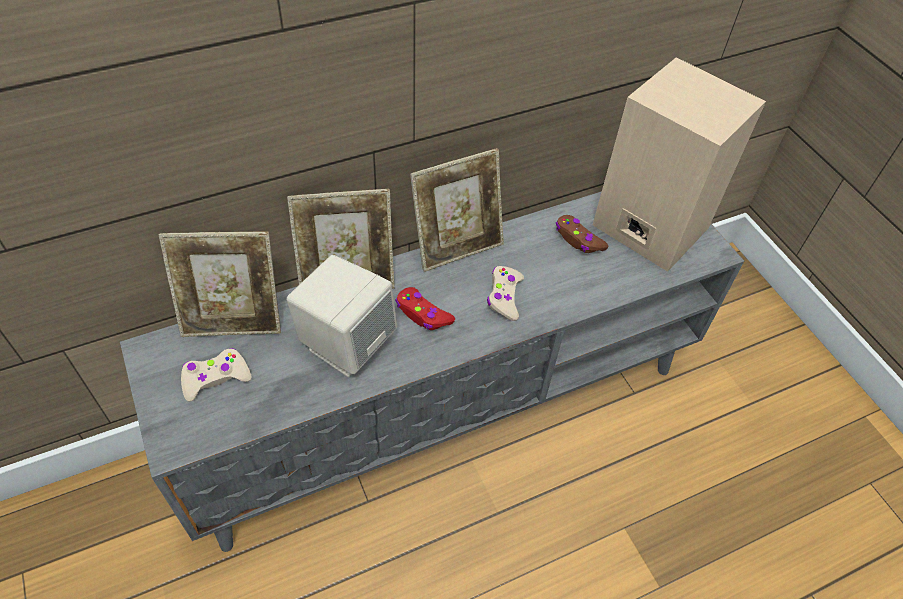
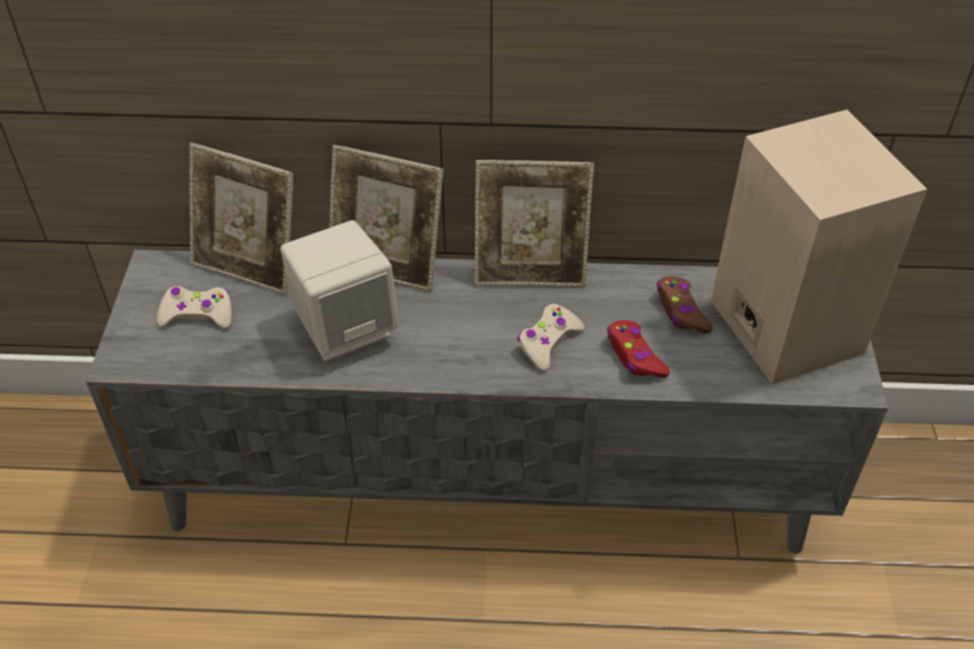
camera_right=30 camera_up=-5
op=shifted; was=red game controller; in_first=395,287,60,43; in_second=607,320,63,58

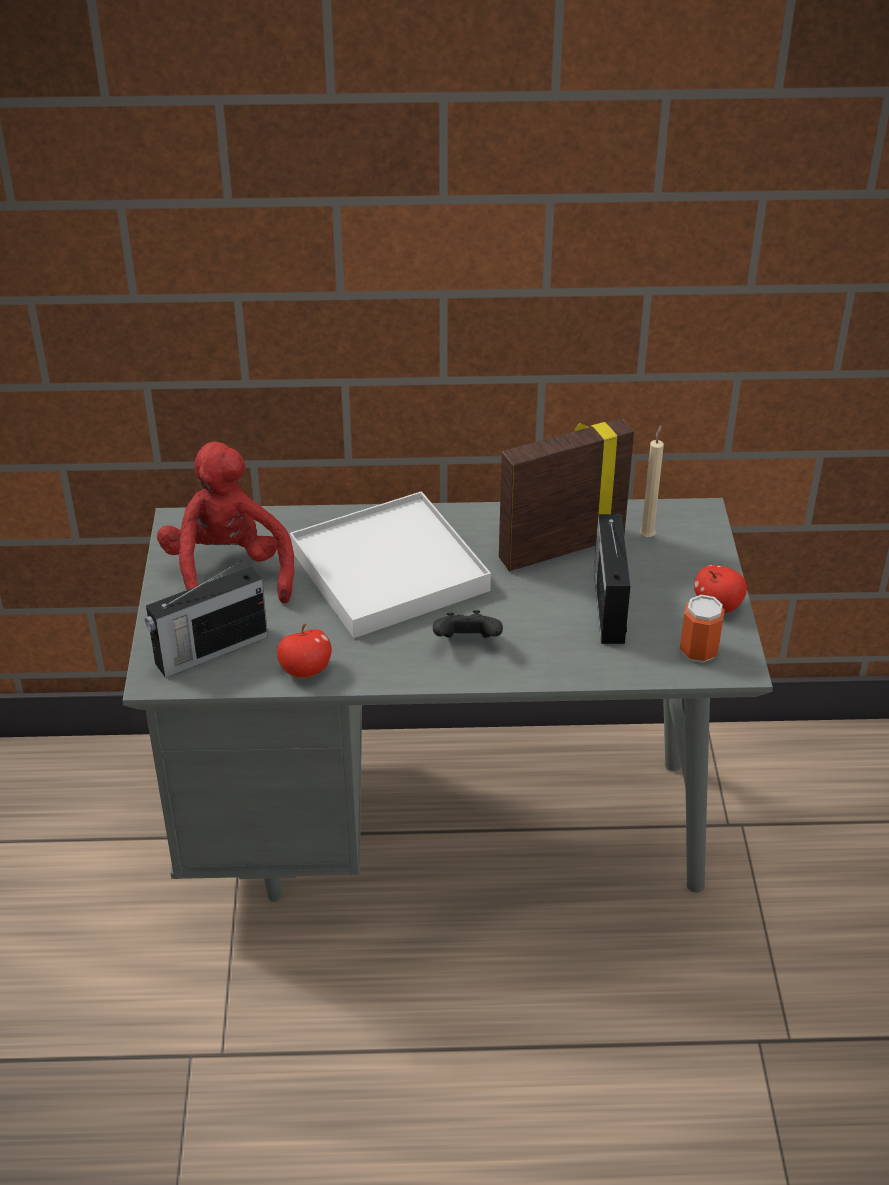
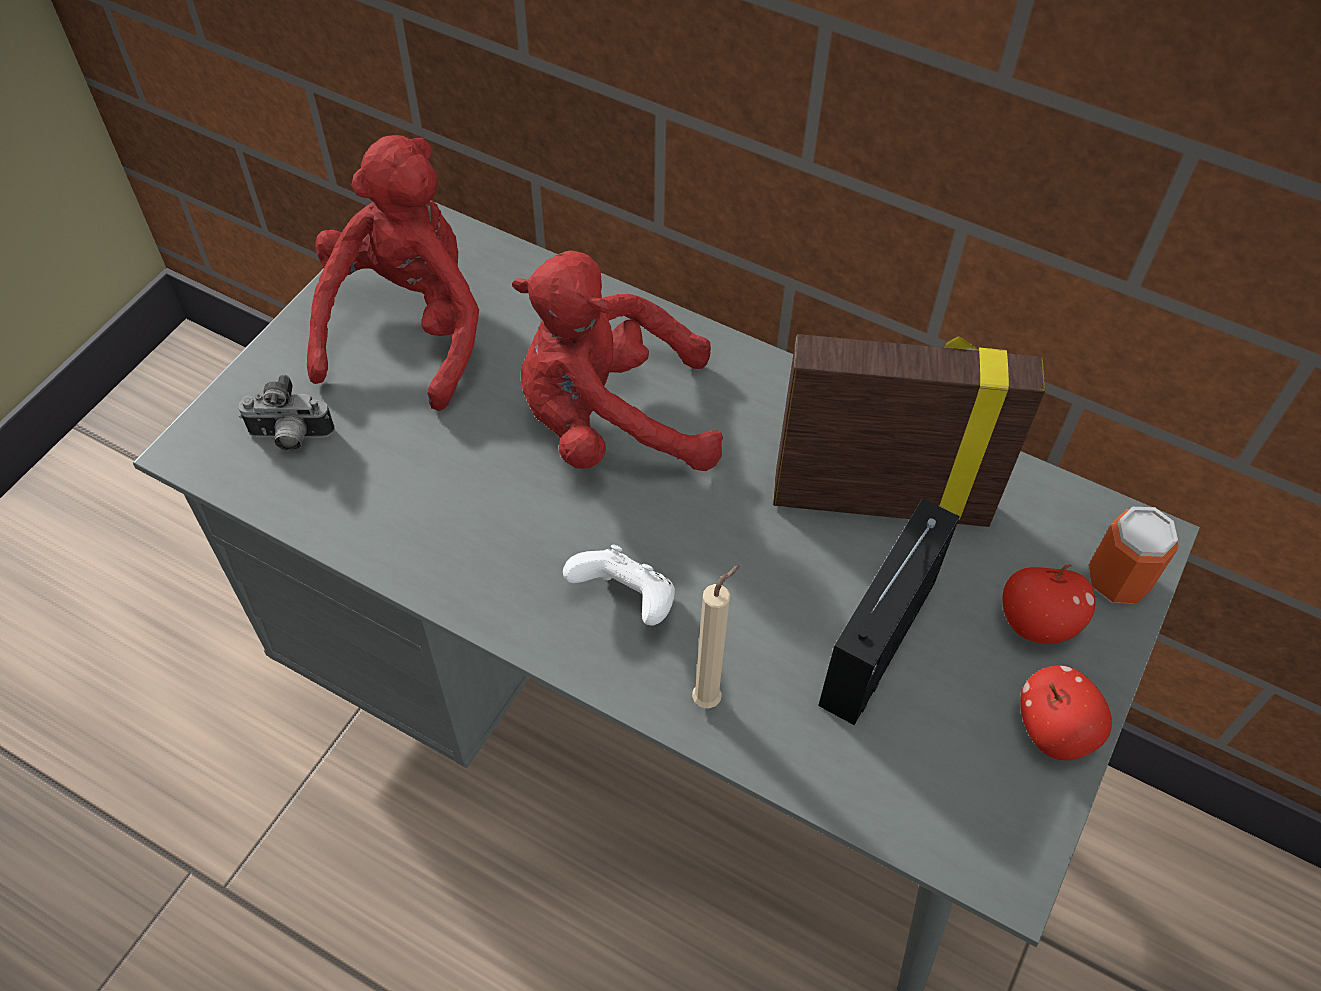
camera_right=30 camera_up=15
op=swapped; was=radio; now=photo camera; in_first=145,561,123,117; in_second=238,374,97,77
op=swapped; was=white tray; now=red plush toy; in_first=290,491,201,147; in_second=512,250,211,221
op=repainted; was=black game controller; now=white game controller; in_first=433,610,70,28; in_second=563,545,112,81
op=shifted; was=beige candle; in_first=640,425,24,113; in_second=692,565,48,144
op=shifted; was=apple; in_first=277,623,55,55; in_second=1002,564,93,80
op=shifted; was=can; in_first=680,595,45,68; in_second=1088,507,91,96

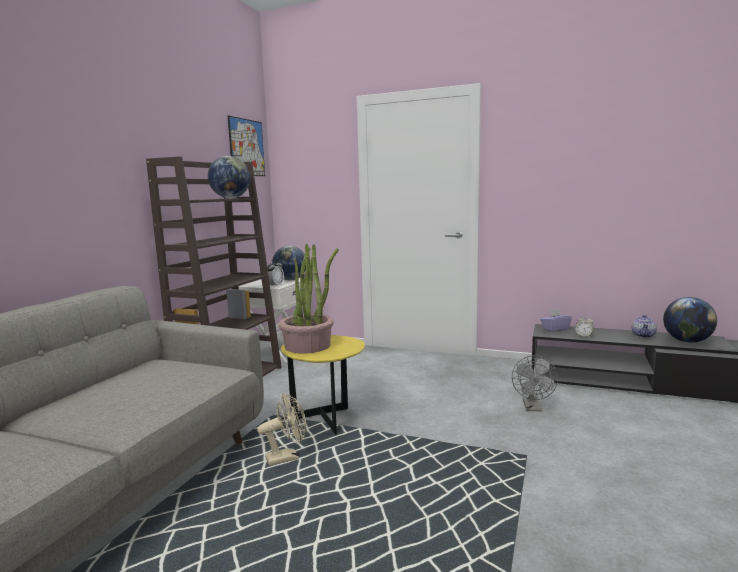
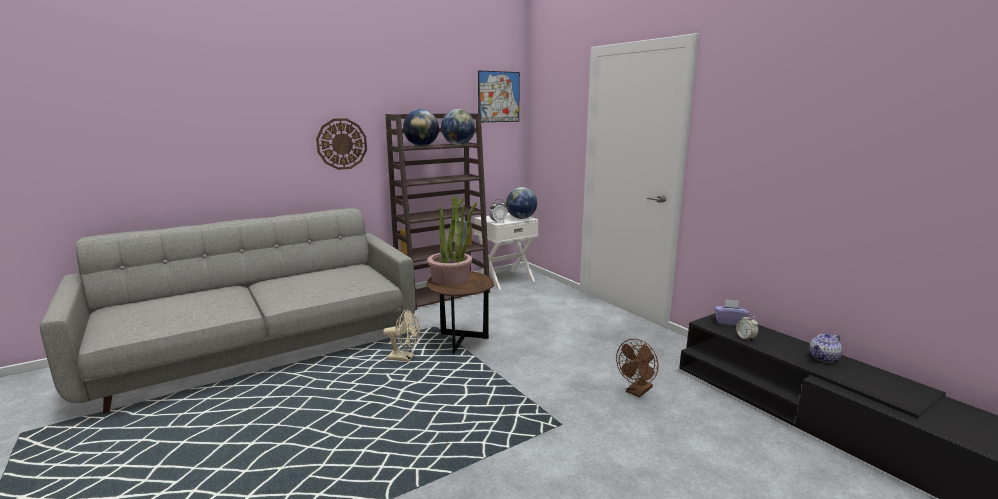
camera_right=35 camera_up=5
op=new; now=wall clock; in_second=316,118,51,52
op=shifted; was=globe; in_first=663,297,54,46; in_second=403,109,36,37
op=repainted; was=yellow side table; now=brown side table; in_first=281,335,84,100; in_second=426,271,68,83
op=repainted; was=grey fan; now=brown fan; in_first=512,355,46,57; in_second=616,339,43,58

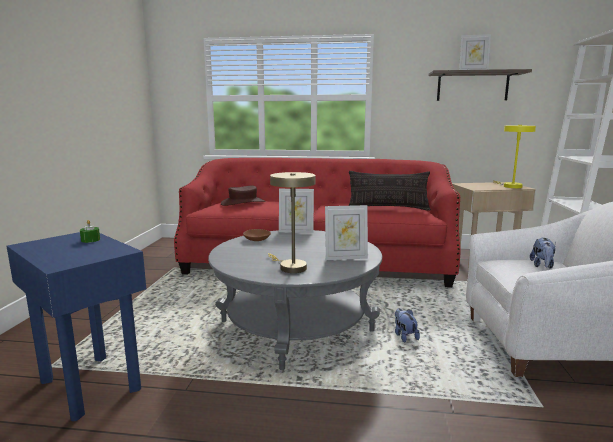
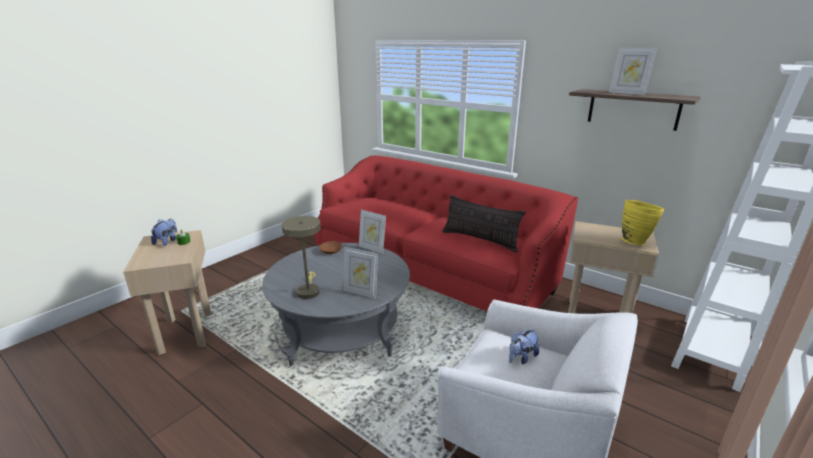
camera_right=30 camera_up=10
op=repainted; was=blue side table; now=beige side table; in_first=7,232,139,189; in_second=123,230,88,125
op=shifted; was=plush toy; in_first=395,308,25,34; in_second=151,219,26,27
op=swapped; was=yellow table lamp; now=yellow vase; in_first=493,125,43,63; in_second=622,200,42,45
op=gone; was=brown hat; in_first=221,186,44,20

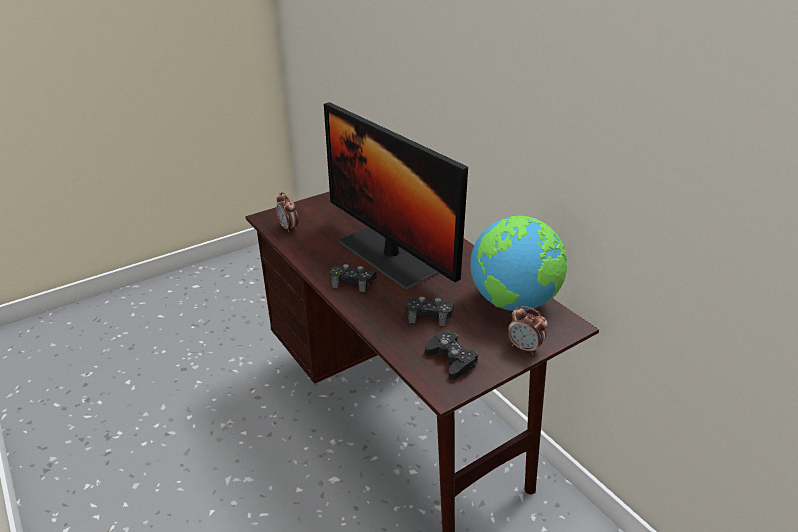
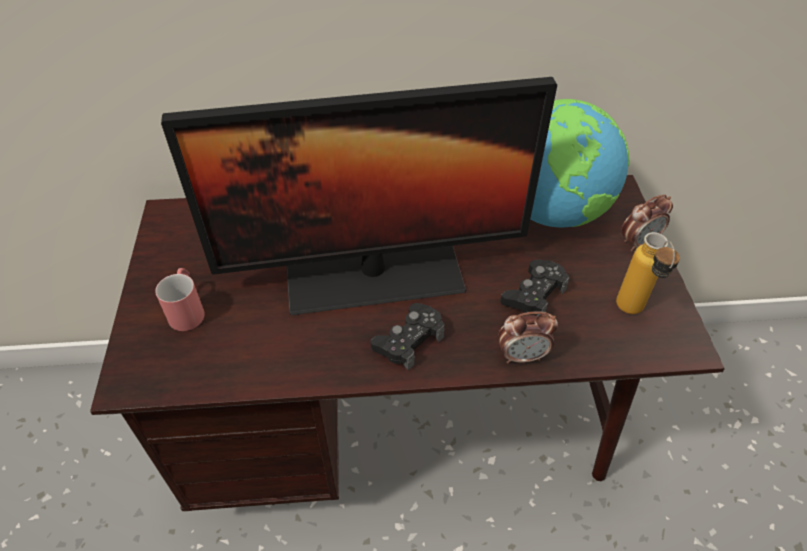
camera_right=-60 camera_up=15
op=new; now=red mug; in_second=155,268,50,63
op=shifted; was=alarm clock; in_first=276,192,22,41; in_second=499,311,59,53
op=swapped; was=black game controller; now=bottle; in_first=425,332,53,48; in_second=616,232,64,82

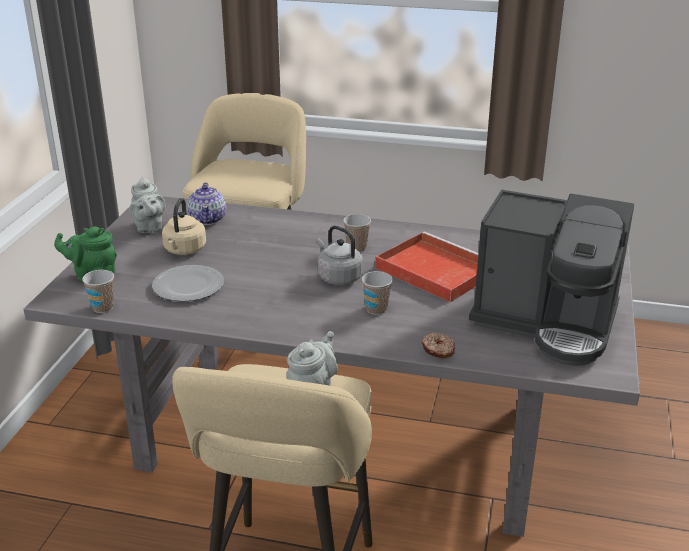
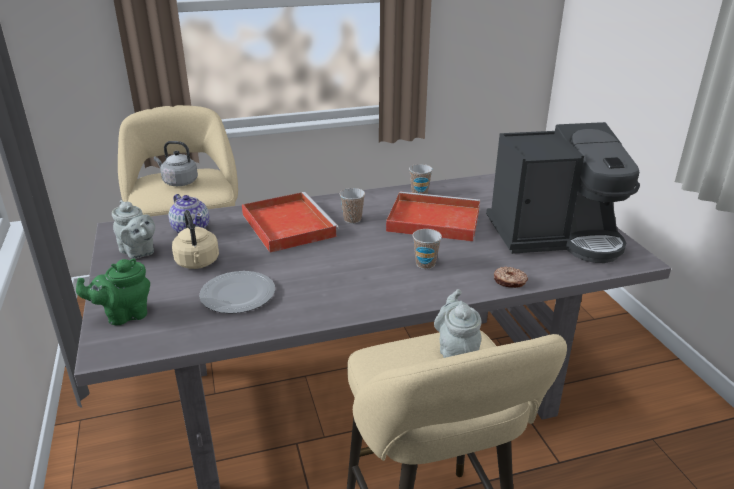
camera_right=-30 camera_up=0
op=shifted; was=grey kettle; in_first=316,226,47,59; in_second=154,141,44,45
op=new; now=red tray; in_second=242,192,97,61
op=shifted; was=cup; in_first=82,270,32,43; in_second=409,164,24,30

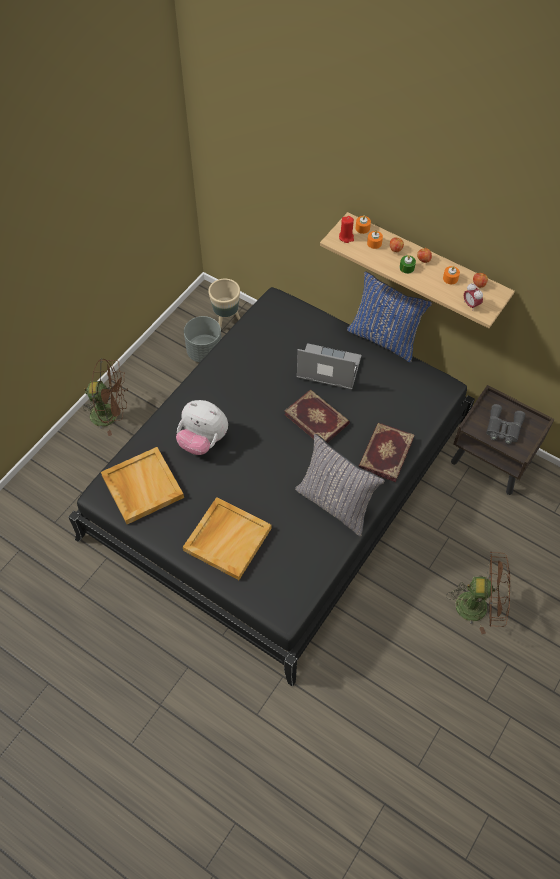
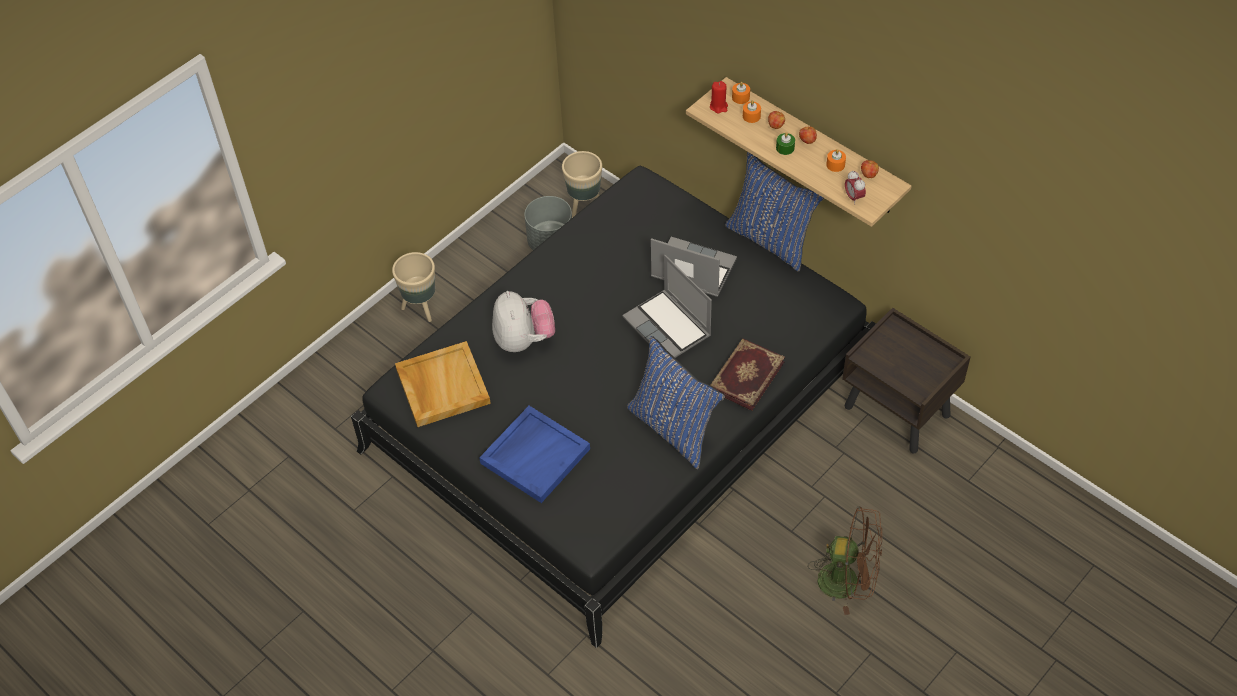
camera_right=10 camera_up=-5
op=swapped; was=brown fan; now=beige planter; in_first=83,359,45,77; in_second=392,252,43,70
op=repainted; was=beige tray; now=blue tray; in_first=183,497,88,83; in_second=479,406,111,97
op=rotated; was=plush toy; in_first=176,400,52,55; in_second=492,291,63,61; clockwise=-135
op=swapped; was=book; now=laptop; in_first=284,389,66,54; in_second=622,255,90,103
op=repainted; was=grey pillow; now=blue pillow; in_first=295,434,90,103; in_second=627,336,98,133
op=gone; was=grey binoculars; in_first=486,404,39,40

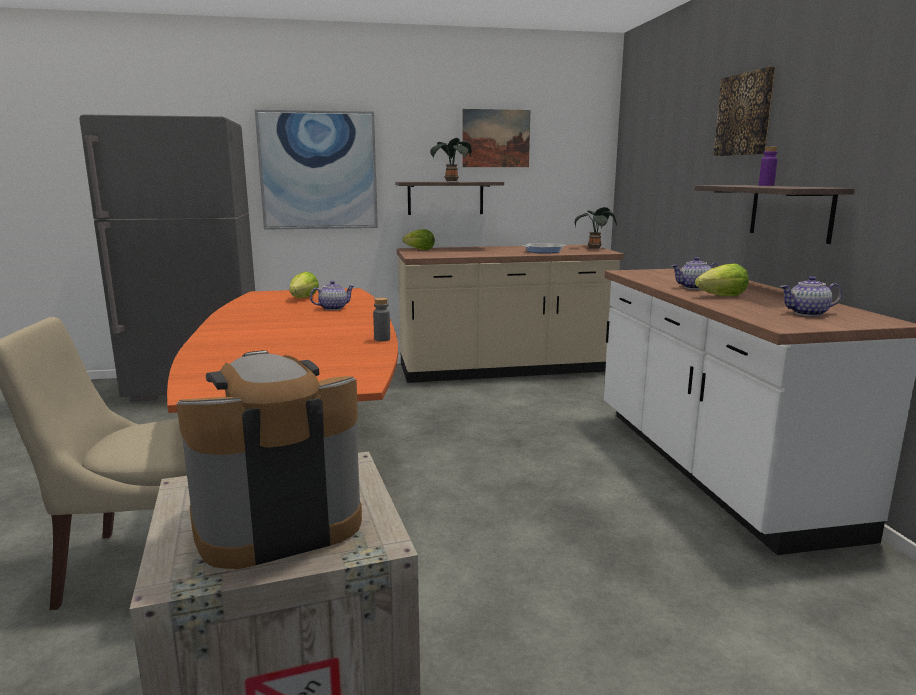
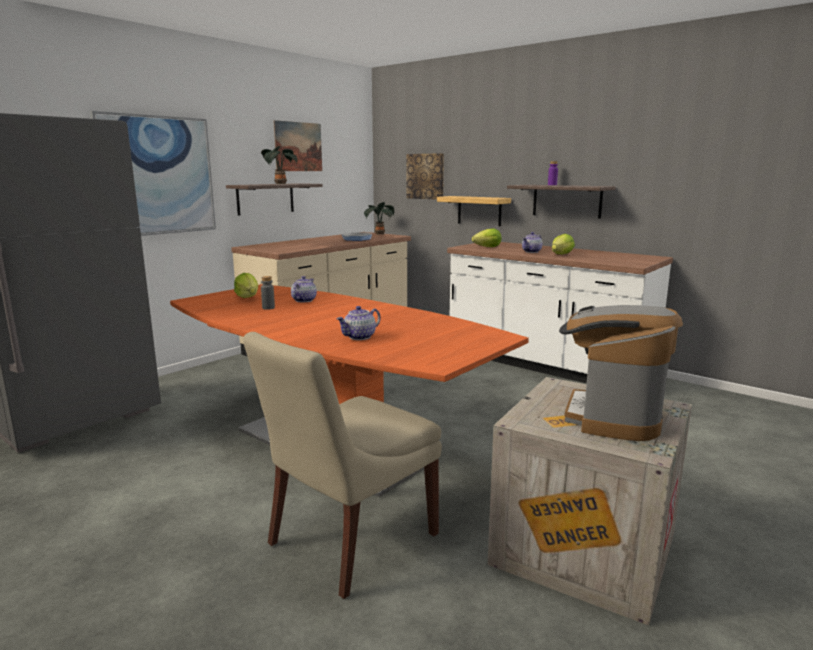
camera_right=-40 camera_up=0
op=shifted; was=grey bottle; in_first=373,298,17,43; in_second=261,276,14,34
op=shifted; was=teapot; in_first=780,276,62,40; in_second=337,306,44,34
op=shifted; was=picture; in_first=713,67,63,89; in_second=407,153,37,47
op=new; now=shelf; in_second=437,196,74,30
op=shifted; was=lettuce; in_first=402,229,33,21; in_second=472,228,29,19

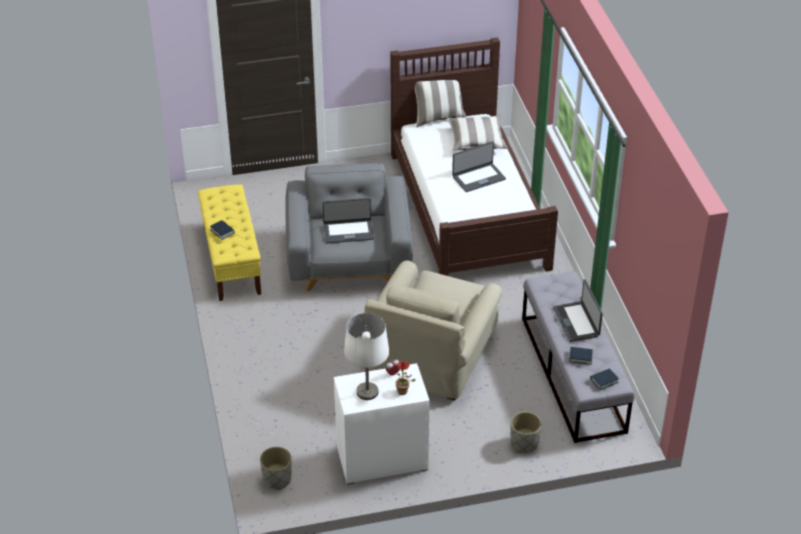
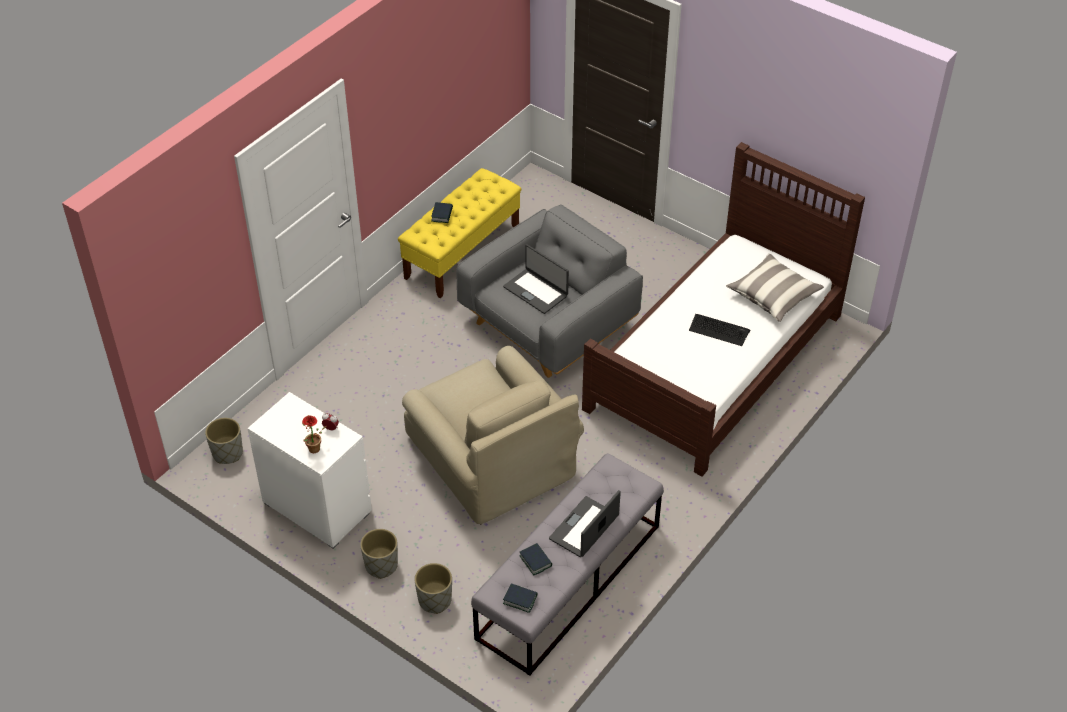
camera_right=50 camera_up=5
op=new; now=grey planter; in_second=360,529,38,50
op=rotated; was=beige armchair; in_first=361,260,141,141; in_second=402,346,182,178; clockwise=-105
op=swapped; was=laptop; now=keyboard; in_first=452,142,54,50; in_second=689,314,61,32
op=gone; was=white table lamp; in_first=344,313,45,87
op=gone; was=pillow; in_first=415,66,52,61

